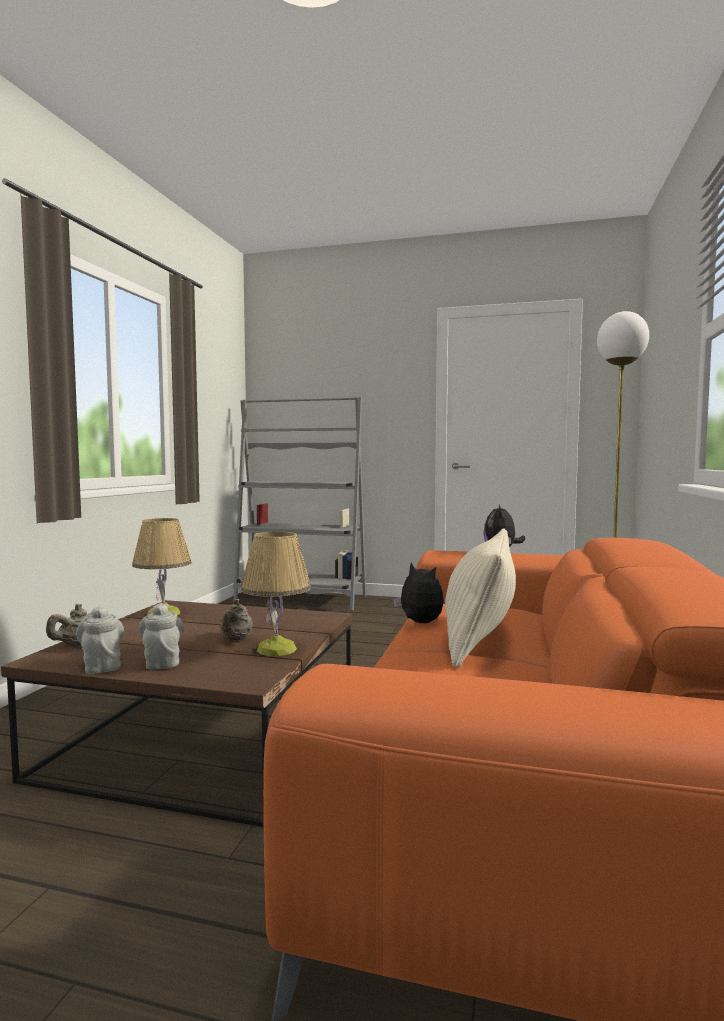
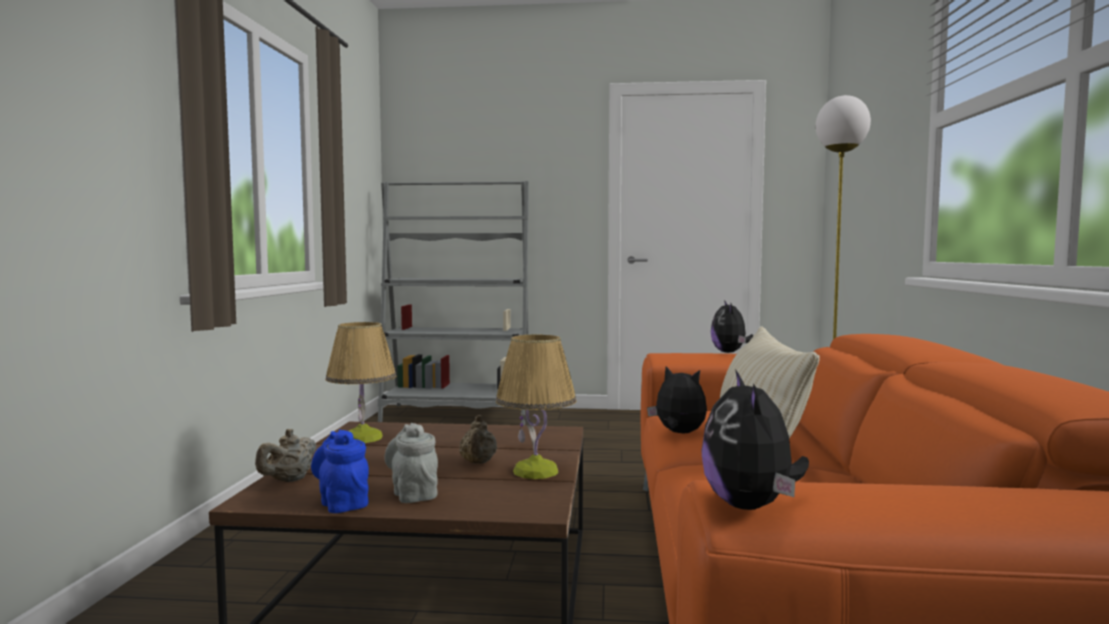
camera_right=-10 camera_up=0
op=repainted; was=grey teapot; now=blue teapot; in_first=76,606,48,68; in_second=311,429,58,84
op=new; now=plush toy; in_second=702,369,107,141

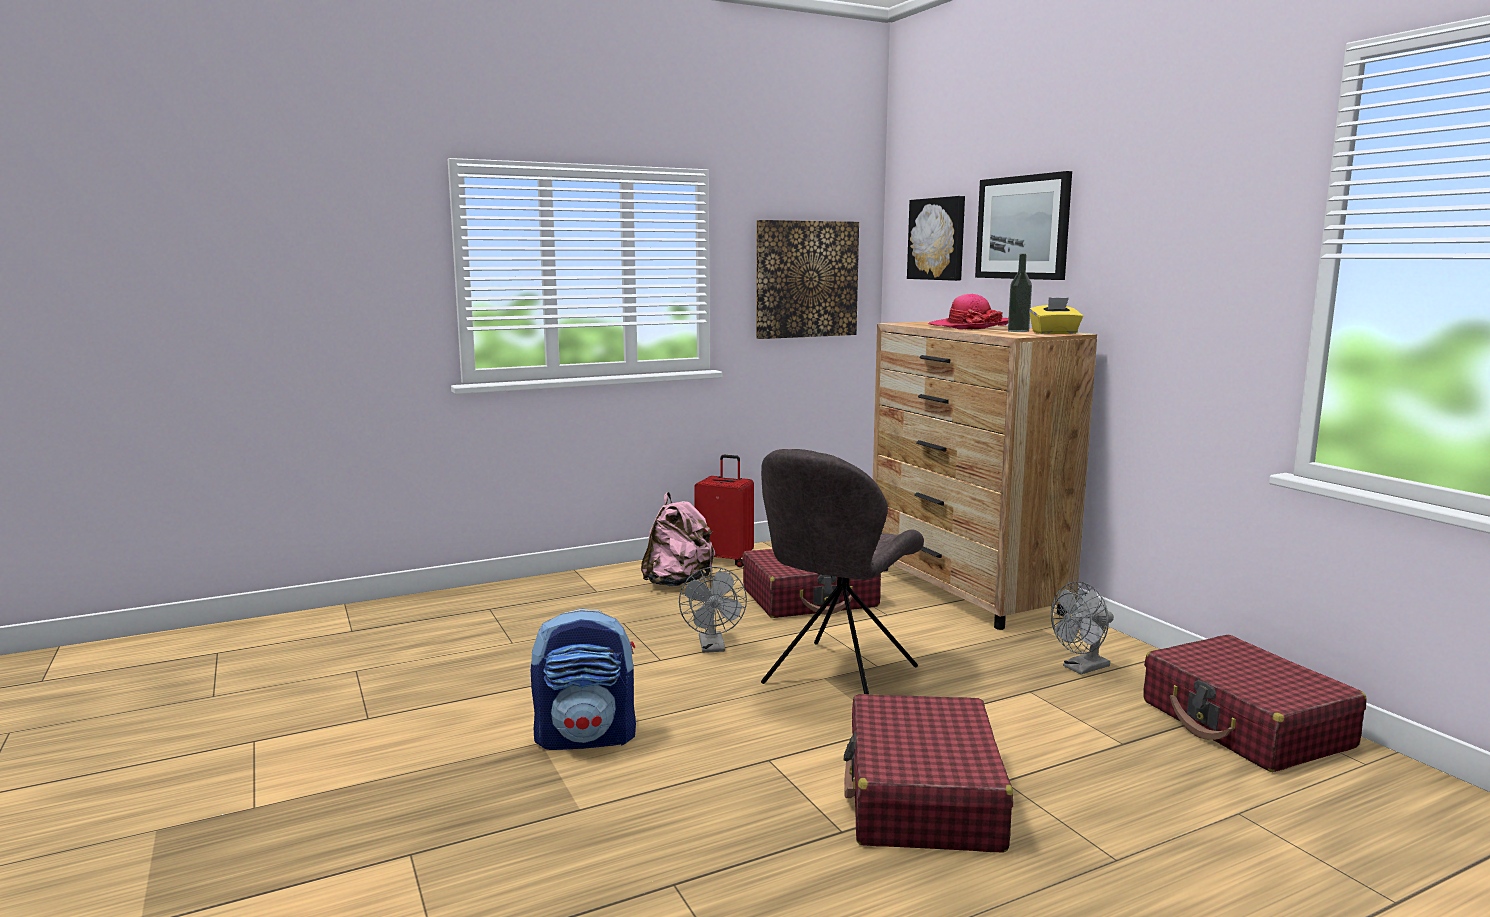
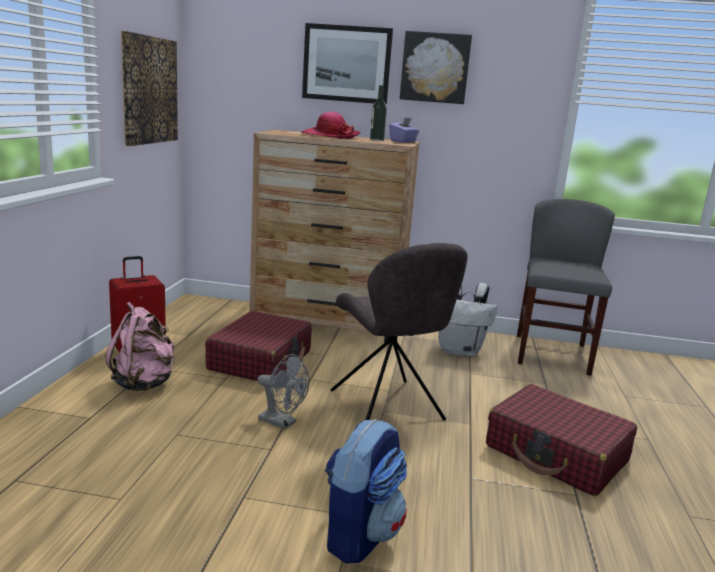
camera_right=-55 camera_up=5
op=repainted; was=yellow tissue box; now=purple tissue box; in_first=1029,297,54,37; in_second=389,118,30,25
op=shifted; was=picture; in_first=907,196,58,85; in_second=400,31,72,73
op=swapped; was=grey fan; now=white backpack; in_first=1051,582,63,93; in_second=438,282,59,75
op=swapped; was=red suitcase; now=grey chair; in_first=1143,635,224,137; in_second=517,199,98,177

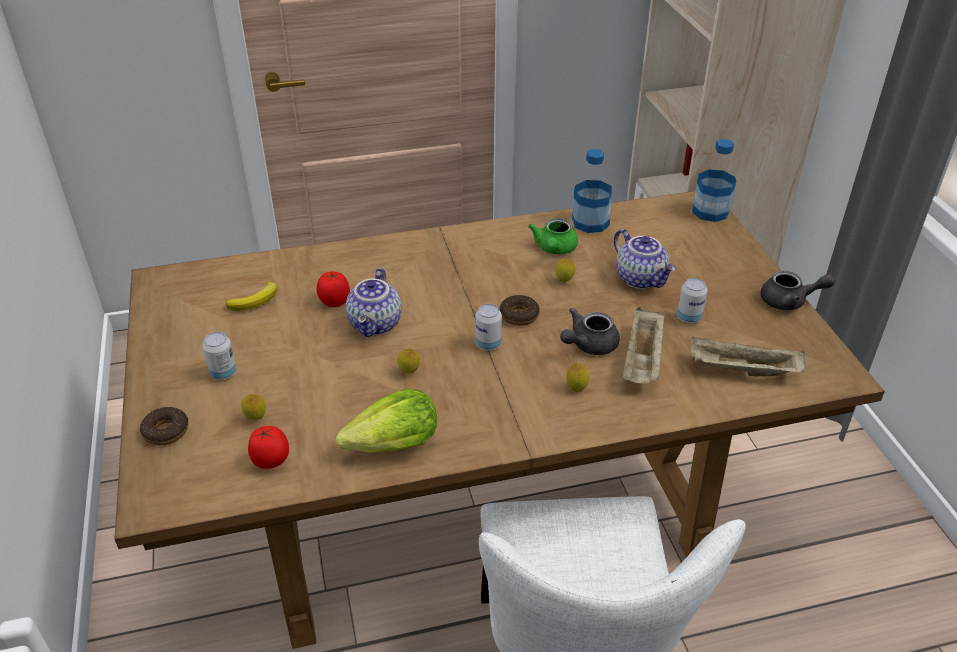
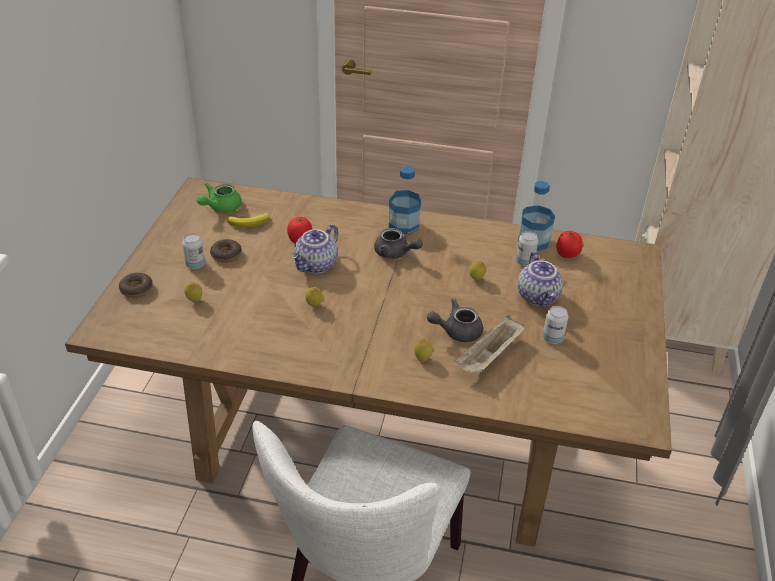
camera_right=25 camera_up=0
op=shifted; was=green teapot; in_first=528,218,50,36; in_second=197,183,45,30
op=shifted; was=donut; in_first=500,295,40,31; in_second=210,239,32,24
op=shifted; was=grey teapot; in_first=761,271,74,39; in_second=374,228,49,31
op=shifted; was=bottle; in_first=692,139,45,83; in_second=389,166,32,68
op=shifted; was=can; in_first=476,304,26,47; in_second=516,231,22,35
op=shifted; was=tomato; in_first=248,426,41,43; in_second=557,230,26,28
op=gone; was=lettuce; in_first=336,389,101,64
op=gone; was=beige tray; in_first=691,337,115,39

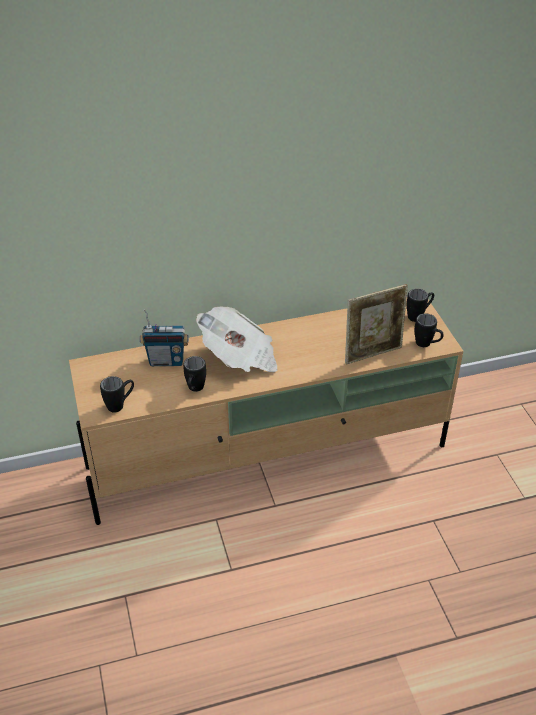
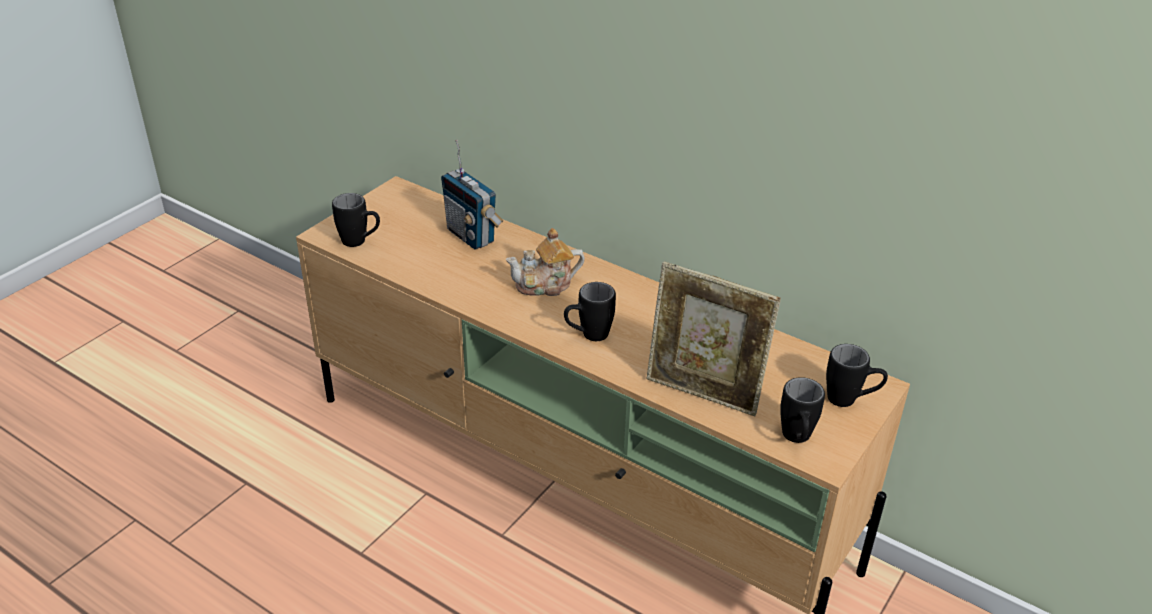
camera_right=50 camera_up=-5
op=swapped; was=newspaper; now=teapot; in_first=196,307,82,65; in_second=506,228,79,68
op=shifted; was=black mug; in_first=183,356,23,36; in_second=564,282,52,59

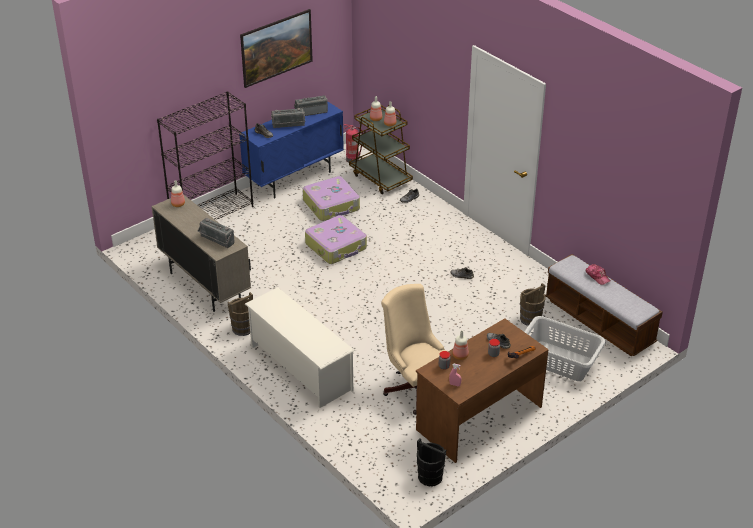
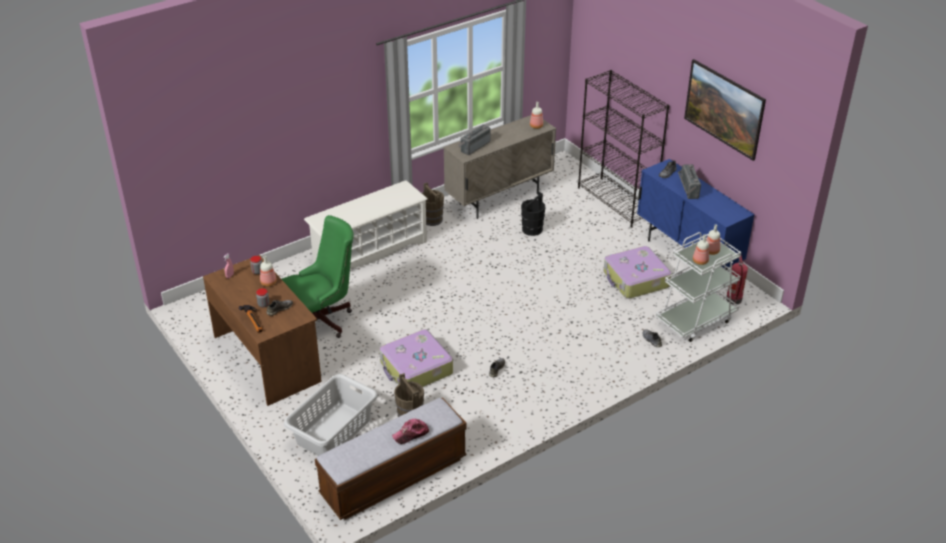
camera_right=95 camera_up=0
op=repainted; was=beige office chair; now=green office chair; in_first=381,284,66,131; in_second=282,215,72,123
op=shifted; was=suitcase; in_first=305,215,62,49; in_second=380,329,73,58
op=shifted; was=black bucket; in_first=417,438,29,48; in_second=521,192,24,44
op=repainted; was=brown cart; now=white cart; in_first=349,105,64,89; in_second=656,232,85,110
op=gone; was=radio; in_first=294,95,34,21

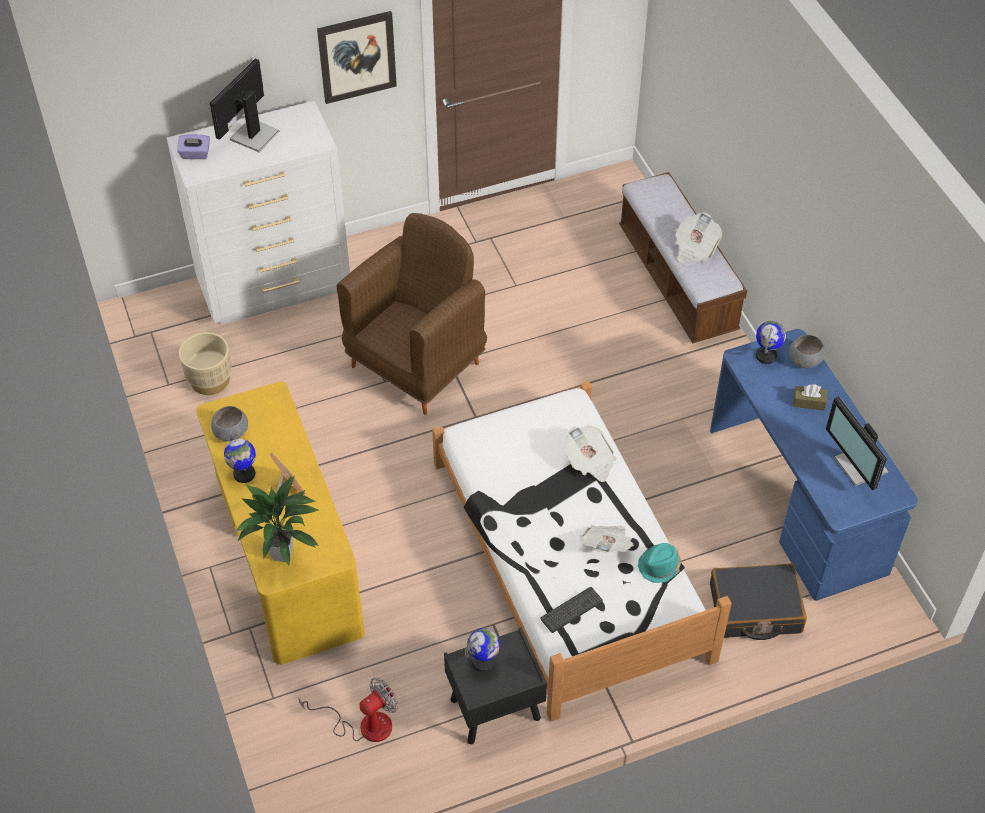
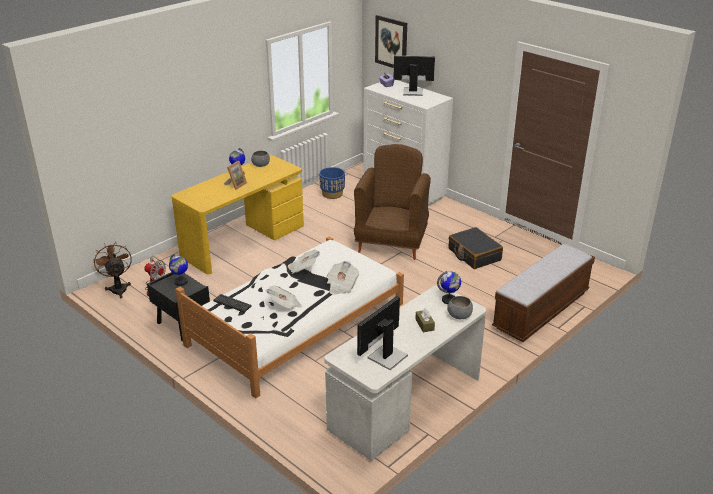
camera_right=65 camera_up=-20
op=new; now=brown fan; in_second=93,242,39,56
op=shifted; was=newspaper; in_first=675,213,47,50; in_second=288,249,32,25
op=repainted; was=beige planter; now=blue planter; in_first=179,332,53,63; in_second=319,167,26,32
op=repainted; was=blue desk; now=white desk; in_first=710,329,208,272; in_second=324,285,162,176
op=rotated; was=brown armchair; in_first=336,213,151,202; in_second=354,144,77,116; clockwise=-90
op=shifted; was=picture; in_first=317,11,80,93; in_second=375,15,32,53
op=shifted; was=black suitcase; in_first=710,563,97,77; in_second=448,227,55,42
op=gone; was=potted plant; in_first=235,476,84,90
op=gone; was=turquoise hat; in_first=638,543,43,40

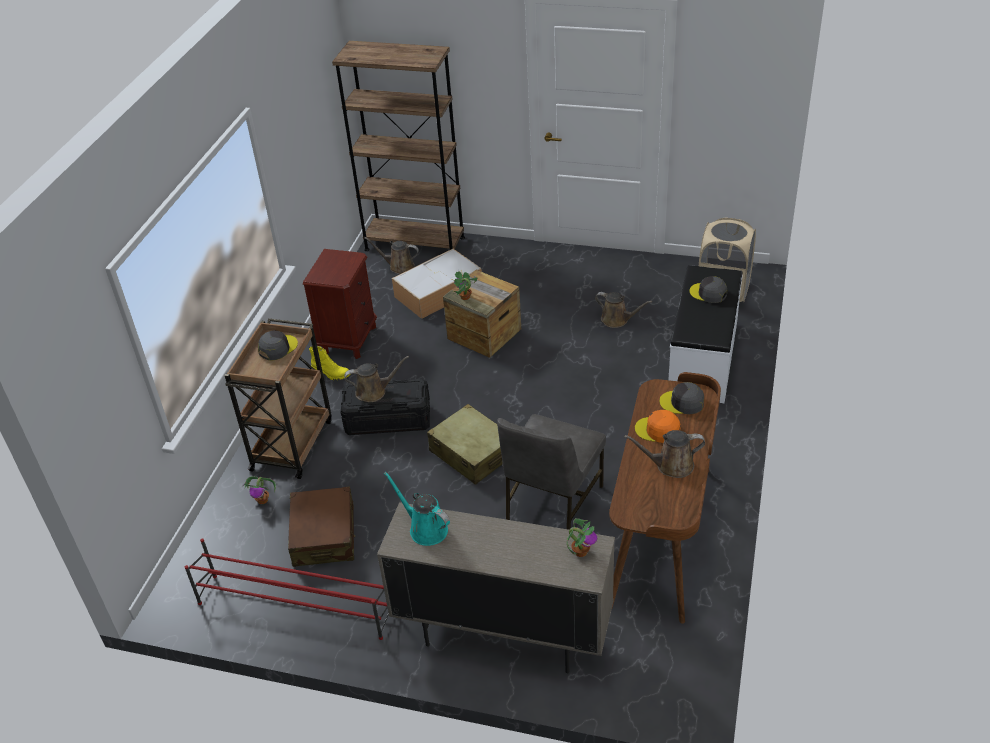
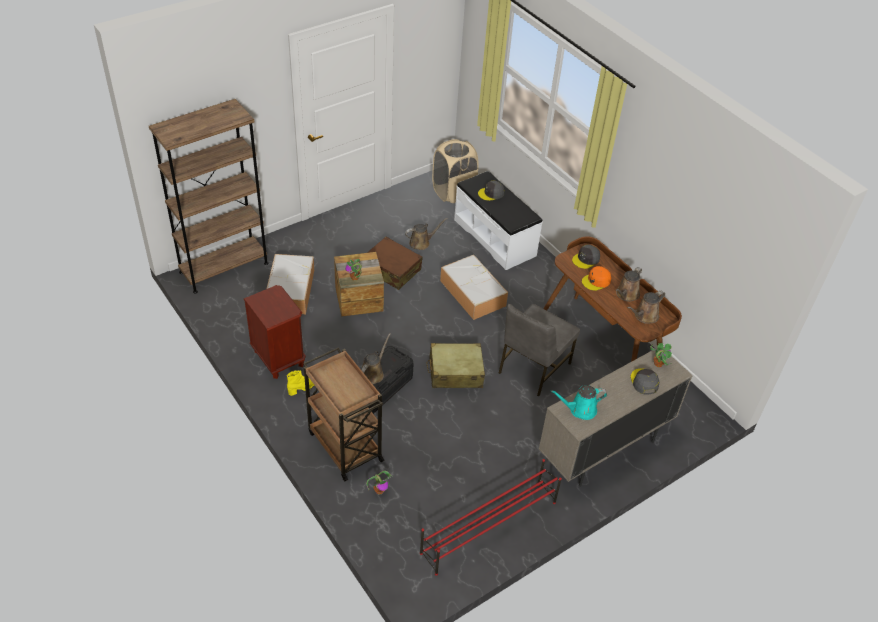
camera_right=-55 camera_up=5
op=shifted; was=brown suitcase; in_first=288,486,67,81; in_second=367,237,55,53
op=new; now=storage box; in_second=440,255,68,65
op=rotated; was=grey chair; in_first=497,414,109,116; in_second=499,304,81,93; clockwise=60
op=shifted; was=brown watering can; in_first=364,237,55,37; in_second=627,291,38,33
op=shifted; was=grey cap; in_first=258,330,40,31; in_second=630,368,29,26

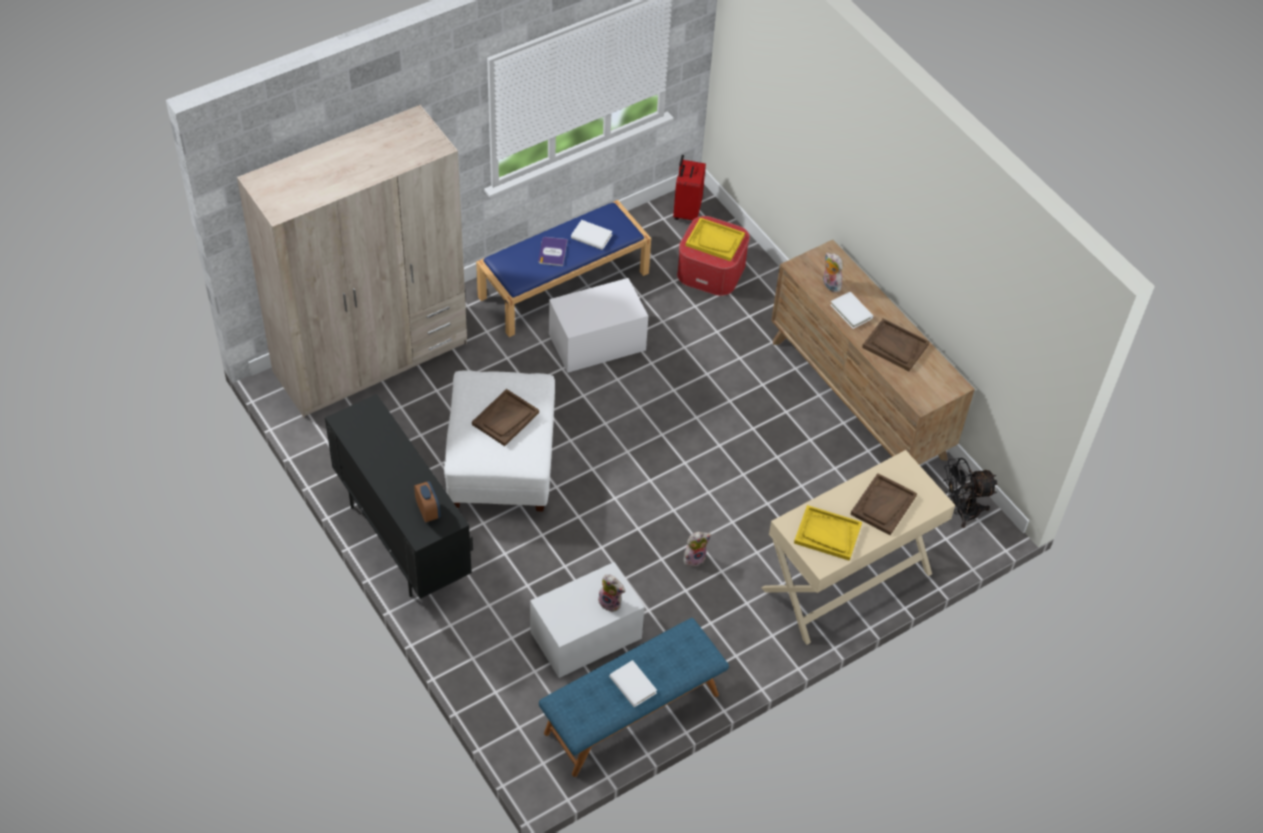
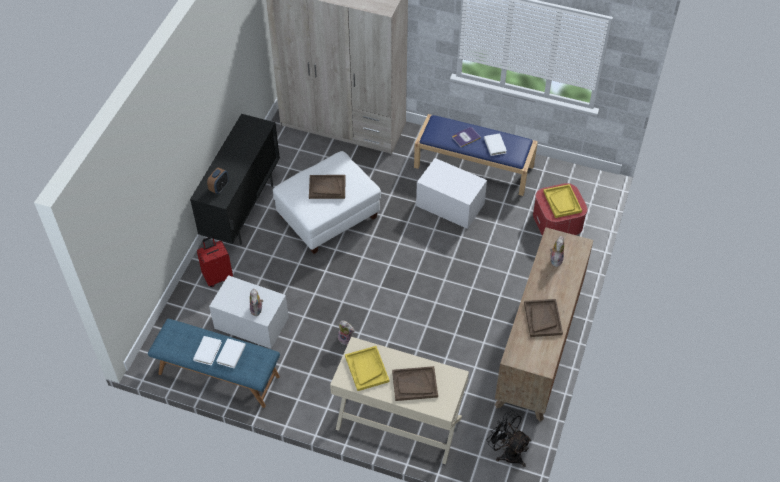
camera_right=55 camera_up=0
op=shifted; was=red suitcase; in_first=673,155,33,66; in_second=197,236,36,51
op=shifted; was=white book; in_first=830,292,43,37; in_second=217,339,29,29

